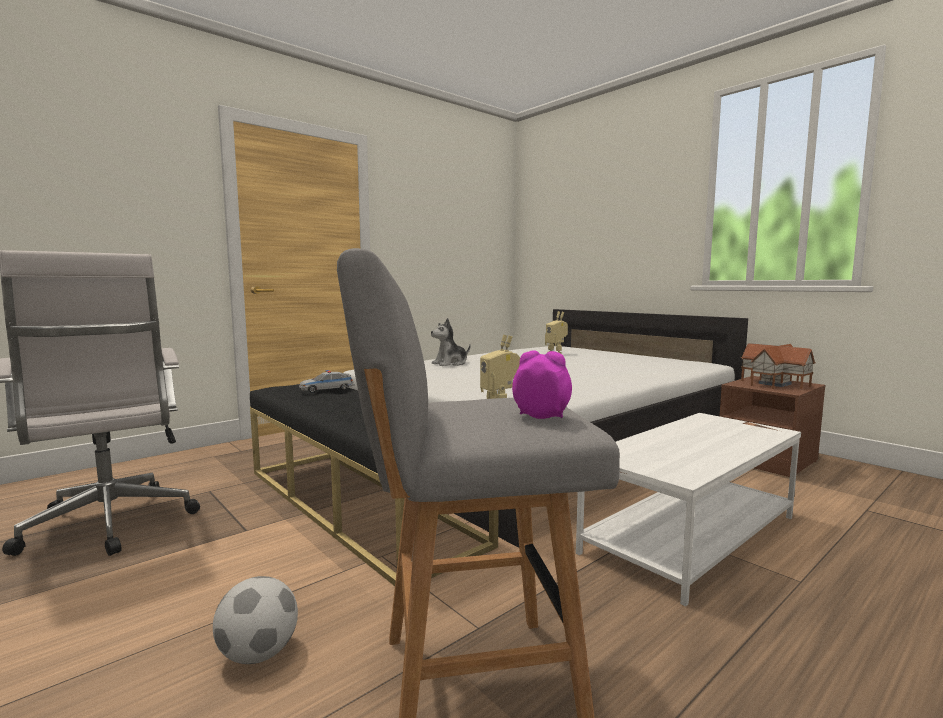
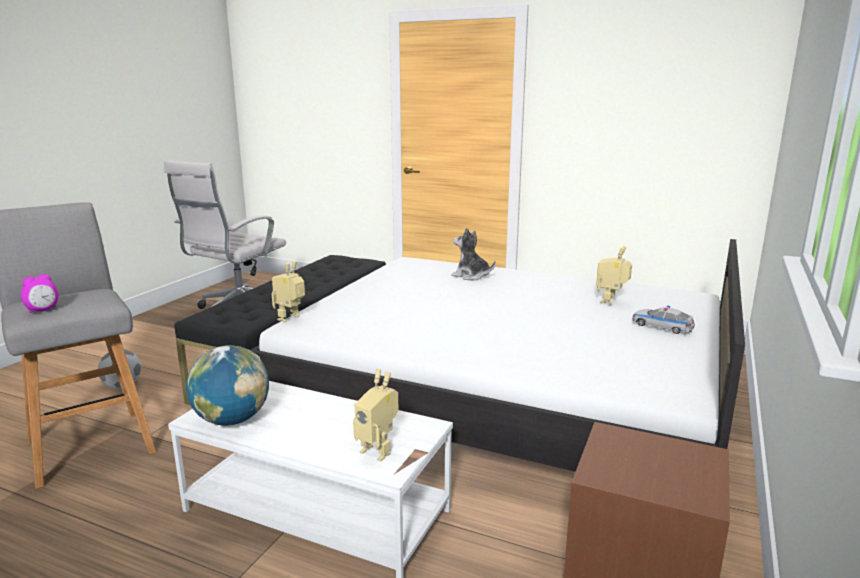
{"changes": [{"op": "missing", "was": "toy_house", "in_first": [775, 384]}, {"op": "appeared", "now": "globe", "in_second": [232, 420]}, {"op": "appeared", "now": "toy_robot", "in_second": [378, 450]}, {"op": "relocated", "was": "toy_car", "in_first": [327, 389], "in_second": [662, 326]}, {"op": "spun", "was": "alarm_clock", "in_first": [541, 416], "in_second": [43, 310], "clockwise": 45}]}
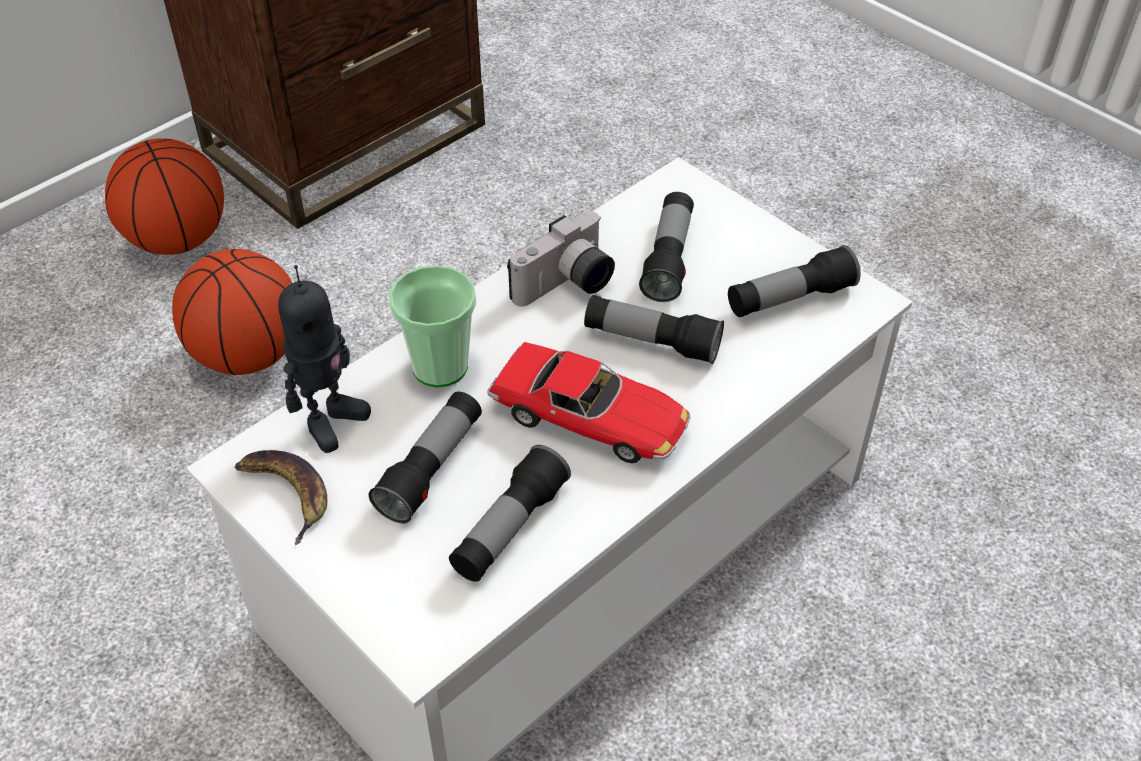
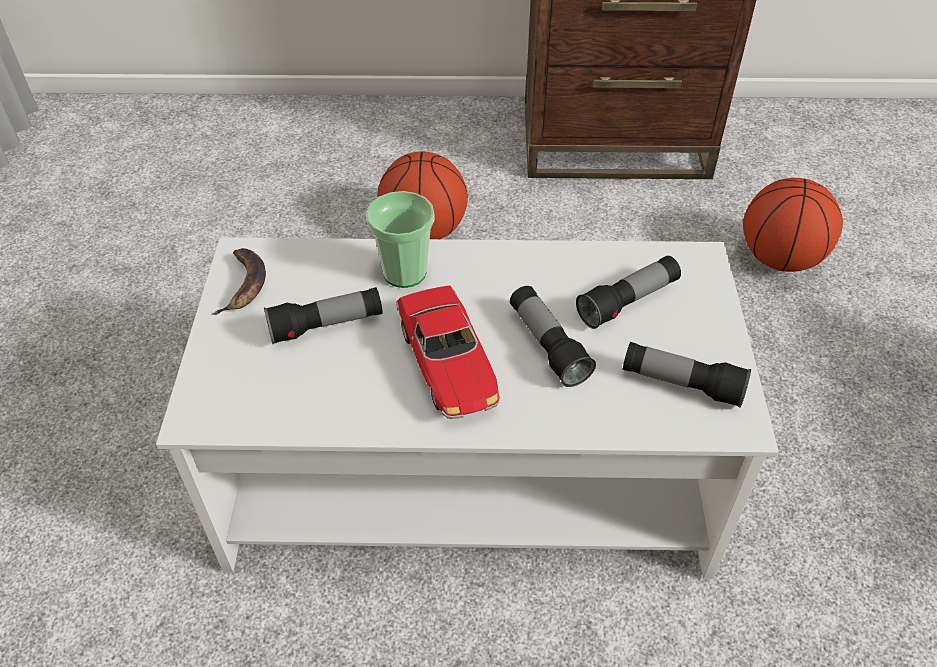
{"changes": [{"op": "missing", "was": "toy_robot", "in_first": [330, 421]}, {"op": "missing", "was": "flashlight", "in_first": [509, 528]}, {"op": "missing", "was": "photo_camera", "in_first": [567, 286]}, {"op": "relocated", "was": "basketball", "in_first": [177, 240], "in_second": [779, 259]}]}
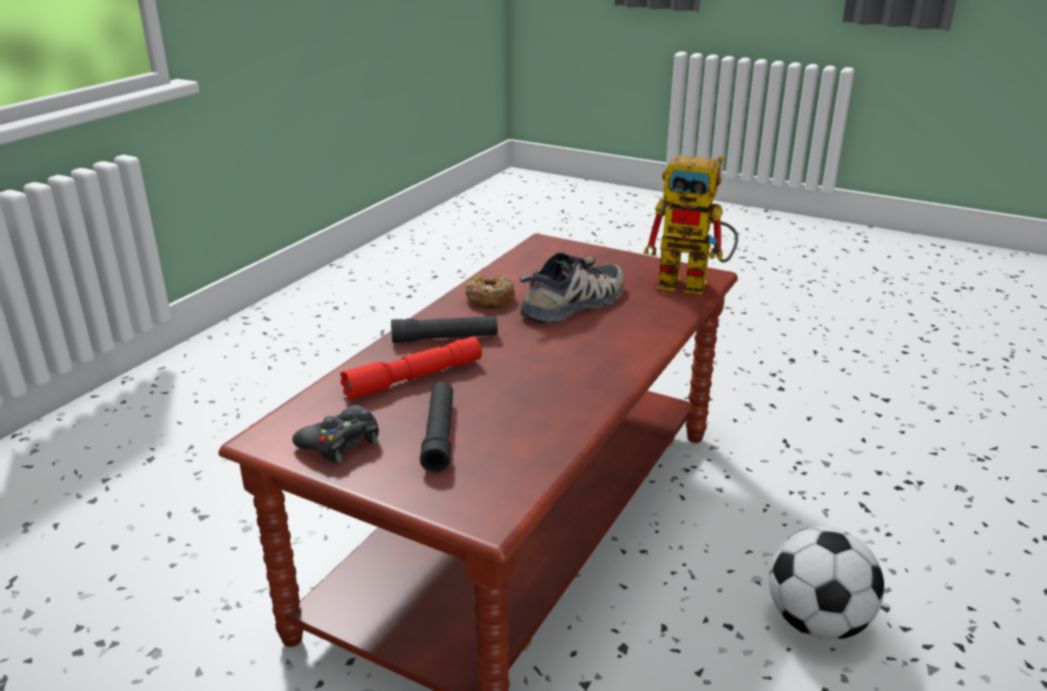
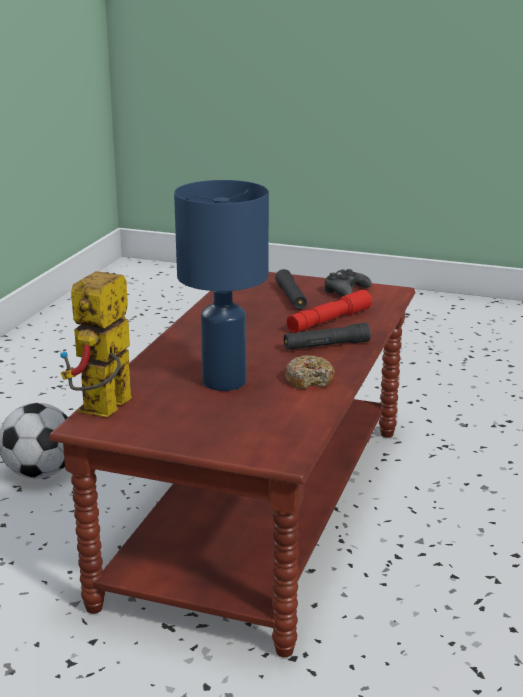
{"changes": [{"op": "exchanged", "was": "shoe", "now": "blue_table_lamp", "in_first": [575, 304], "in_second": [226, 381]}, {"op": "spun", "was": "toy_robot", "in_first": [694, 284], "in_second": [104, 411], "clockwise": -75}]}
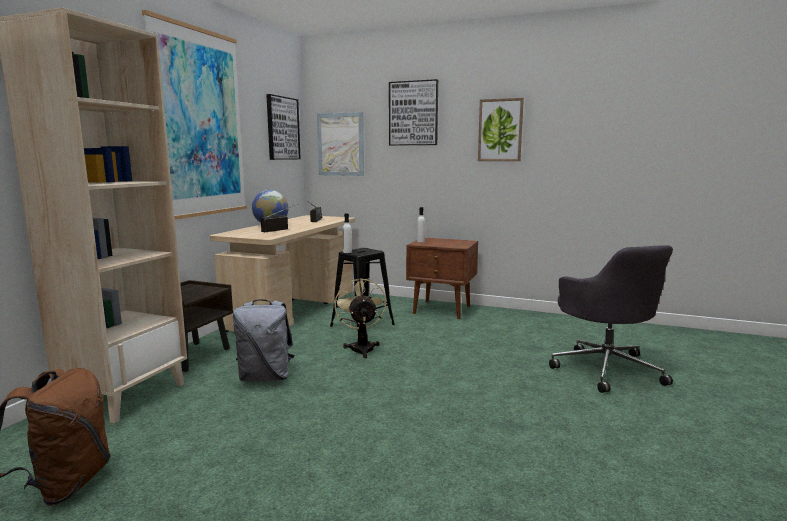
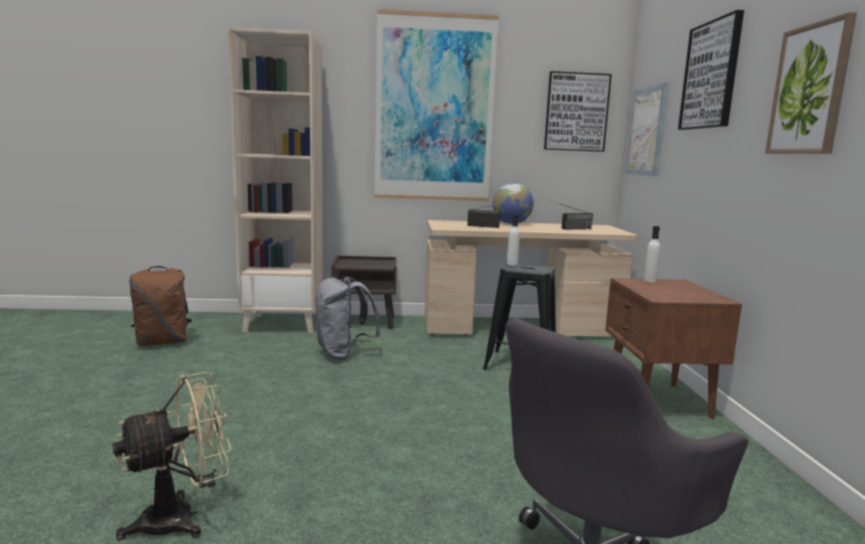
{"changes": [{"op": "relocated", "was": "beige_fan", "in_first": [361, 347], "in_second": [182, 518]}]}
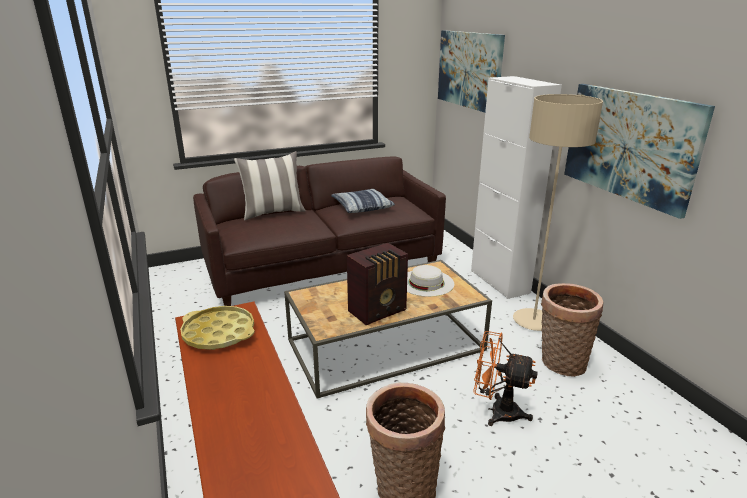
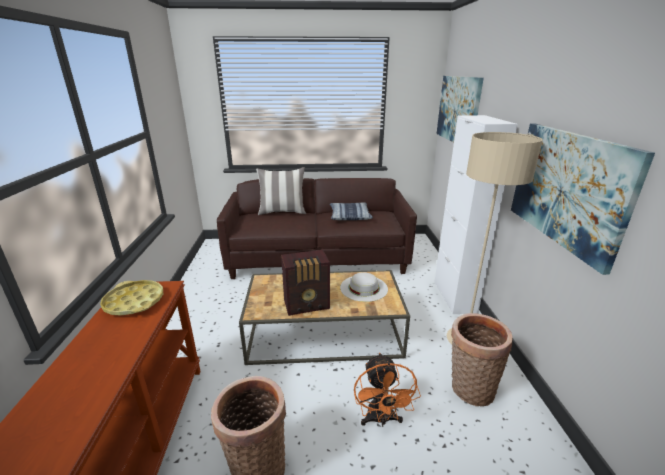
{"changes": [{"op": "spun", "was": "orange_fan", "in_first": [497, 411], "in_second": [381, 420], "clockwise": -135}]}
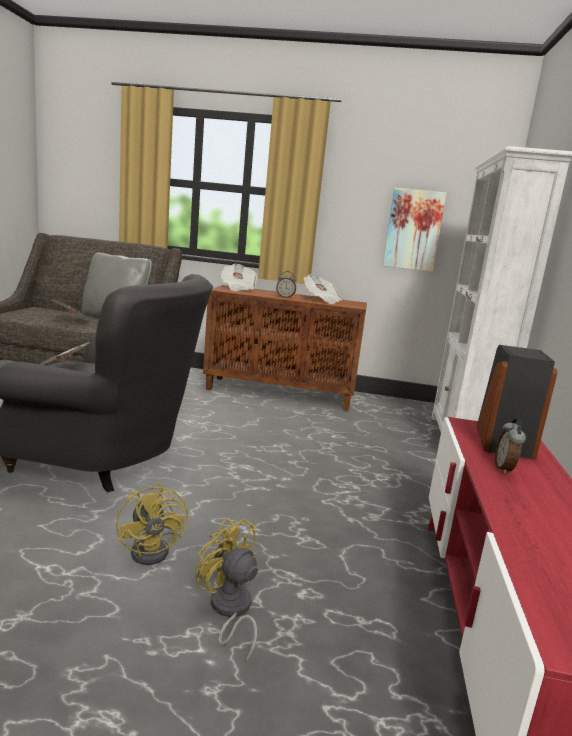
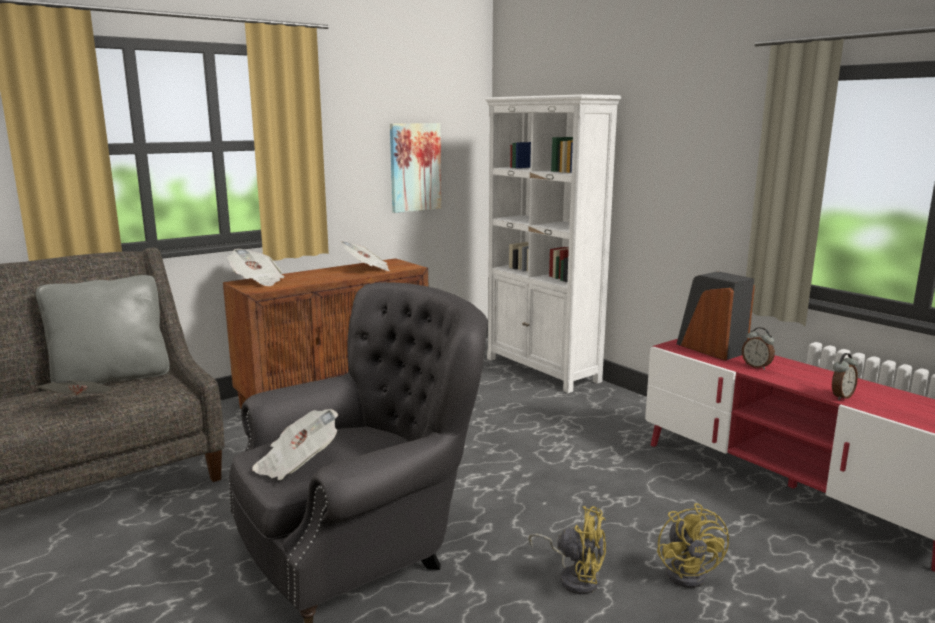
{"changes": [{"op": "relocated", "was": "alarm_clock", "in_first": [285, 297], "in_second": [841, 396]}, {"op": "spun", "was": "yellow_fan", "in_first": [229, 610], "in_second": [690, 572], "clockwise": -90}]}
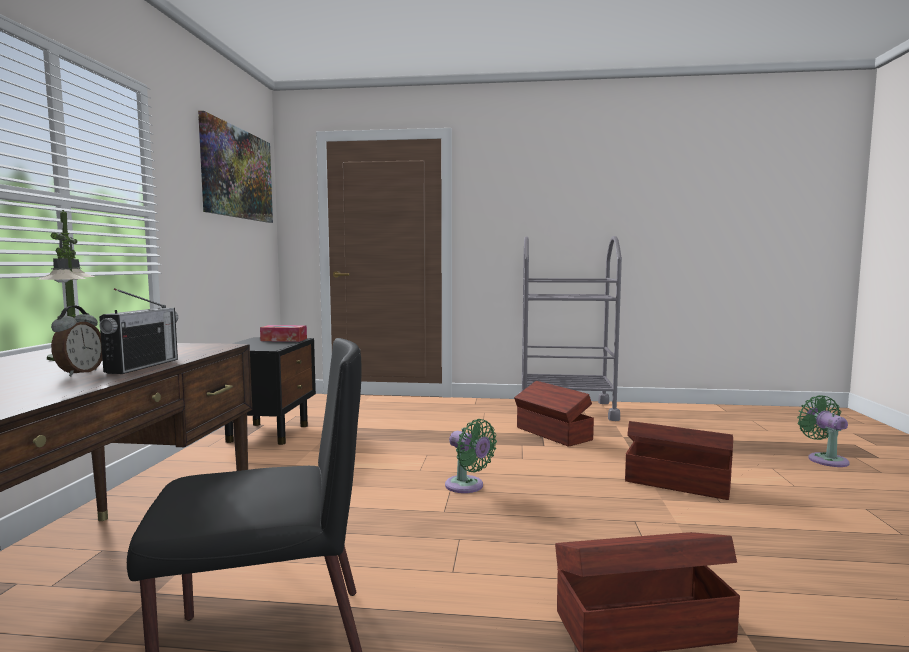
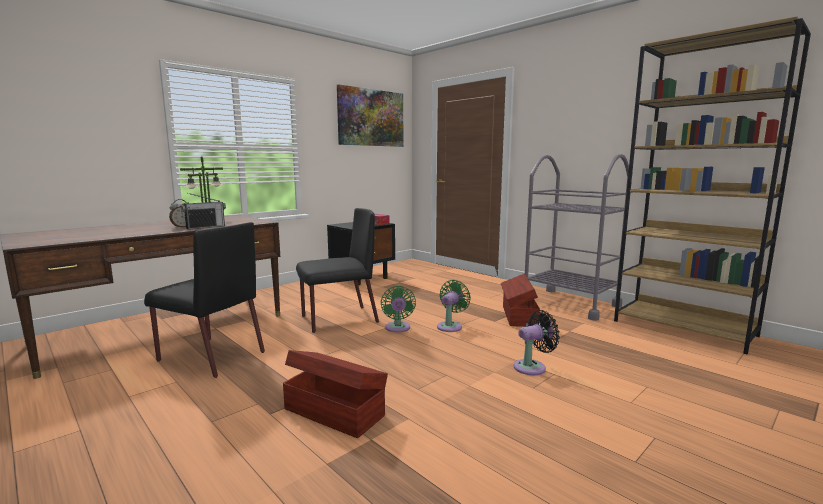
{"changes": [{"op": "appeared", "now": "black_chair", "in_second": [338, 319]}, {"op": "appeared", "now": "brown_bookcase", "in_second": [684, 328]}, {"op": "relocated", "was": "green_fan", "in_first": [825, 459], "in_second": [450, 326]}, {"op": "exchanged", "was": "brown_storage_box", "now": "black_fan", "in_first": [676, 482], "in_second": [532, 367]}]}
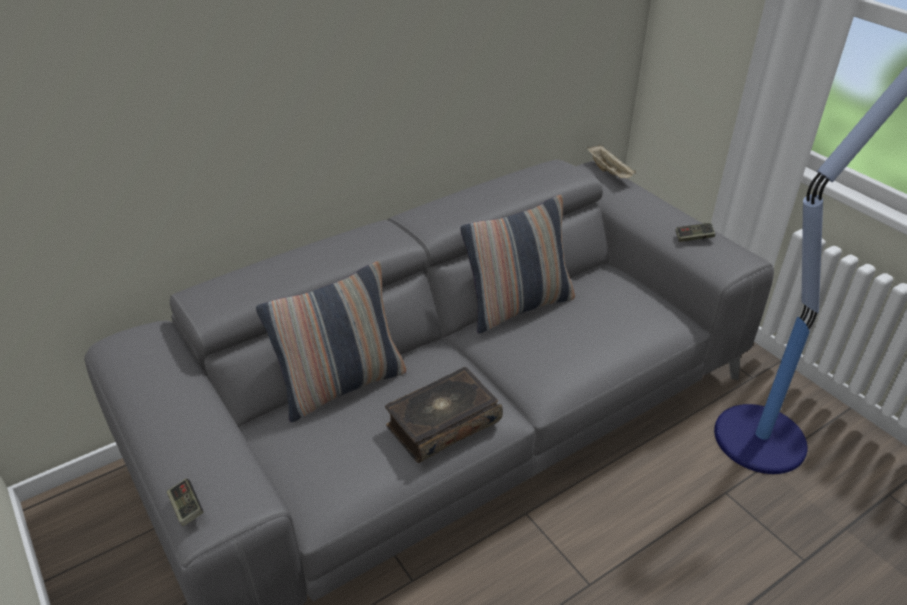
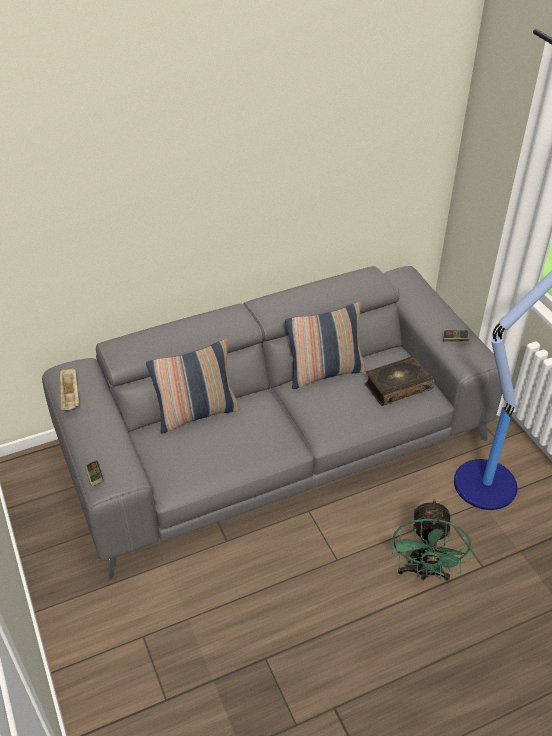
{"changes": [{"op": "appeared", "now": "green_fan", "in_second": [423, 572]}, {"op": "relocated", "was": "book", "in_first": [442, 423], "in_second": [397, 386]}, {"op": "relocated", "was": "beige_tray", "in_first": [609, 172], "in_second": [70, 396]}]}
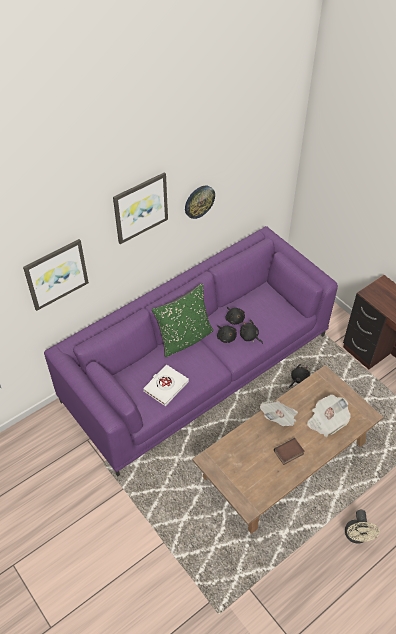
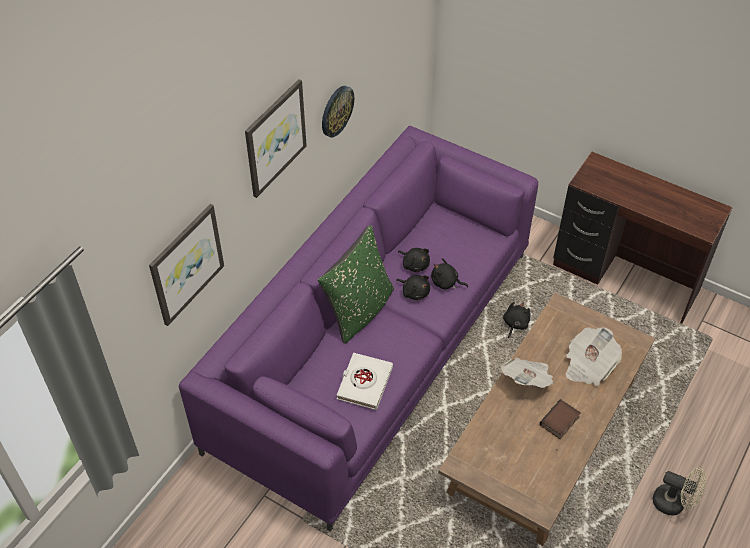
{"changes": [{"op": "spun", "was": "beige_fan", "in_first": [356, 536], "in_second": [674, 503], "clockwise": -45}]}
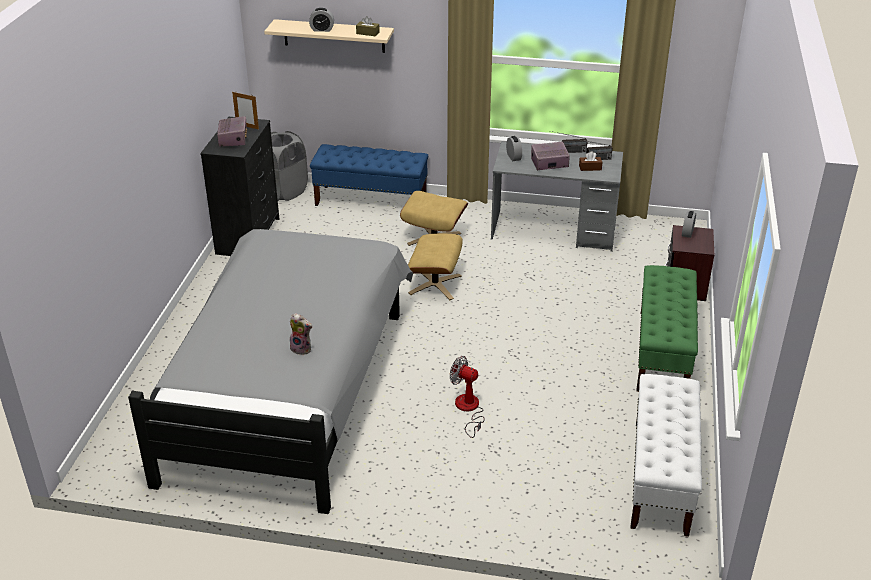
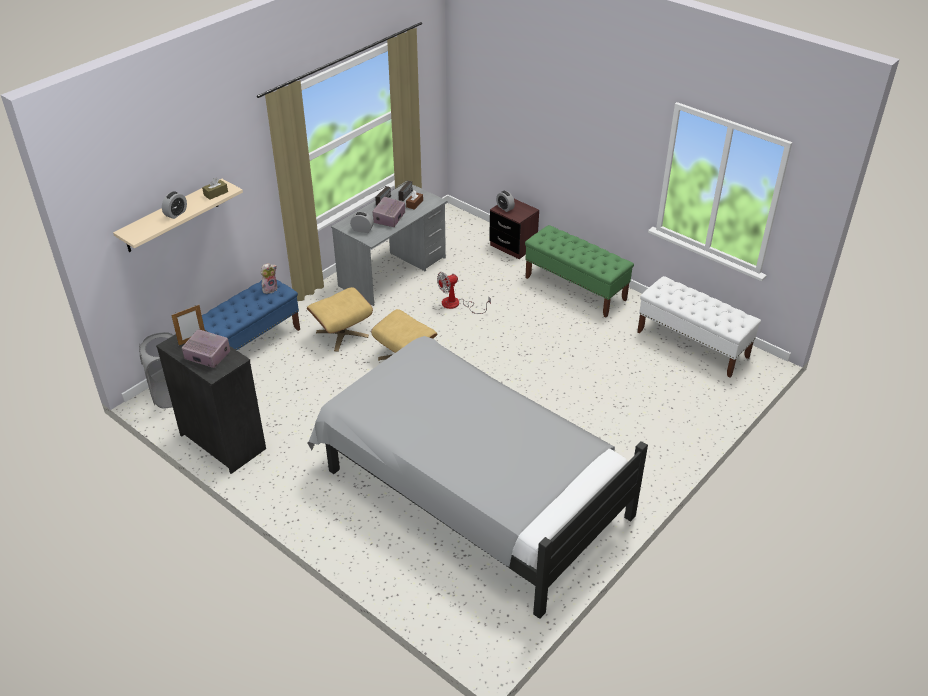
{"changes": [{"op": "relocated", "was": "plush_toy", "in_first": [302, 348], "in_second": [270, 289]}, {"op": "relocated", "was": "fan", "in_first": [468, 409], "in_second": [457, 305]}]}
